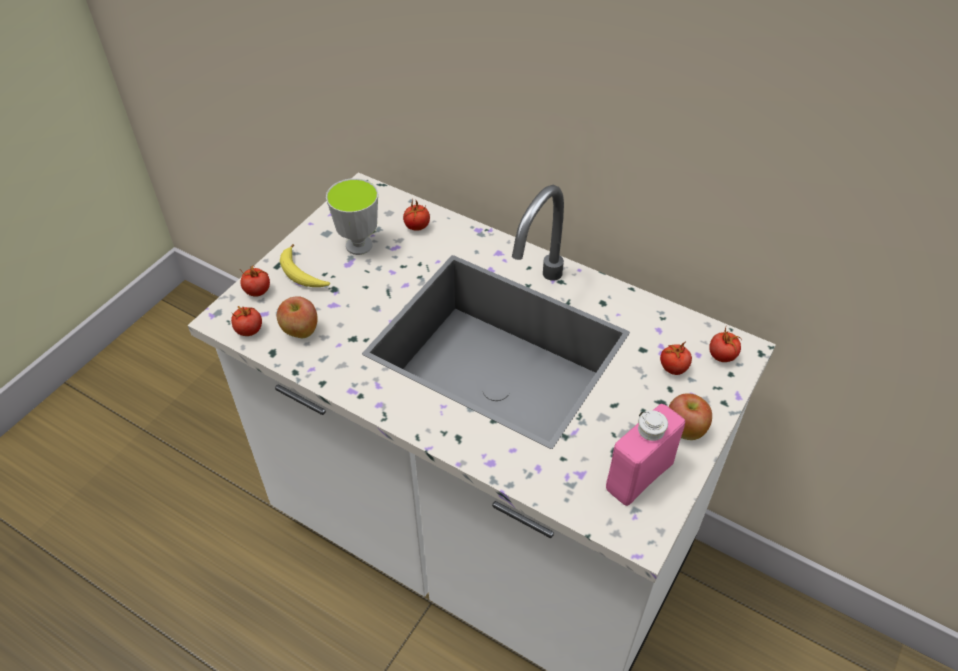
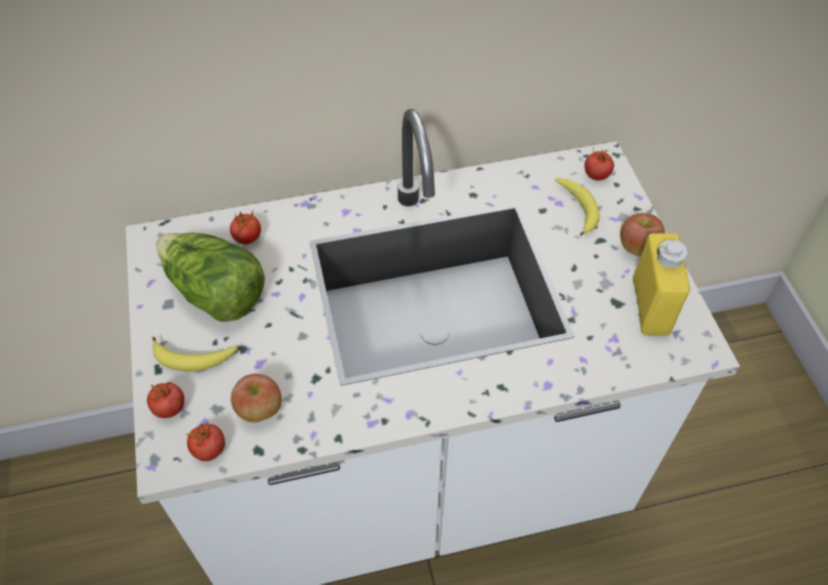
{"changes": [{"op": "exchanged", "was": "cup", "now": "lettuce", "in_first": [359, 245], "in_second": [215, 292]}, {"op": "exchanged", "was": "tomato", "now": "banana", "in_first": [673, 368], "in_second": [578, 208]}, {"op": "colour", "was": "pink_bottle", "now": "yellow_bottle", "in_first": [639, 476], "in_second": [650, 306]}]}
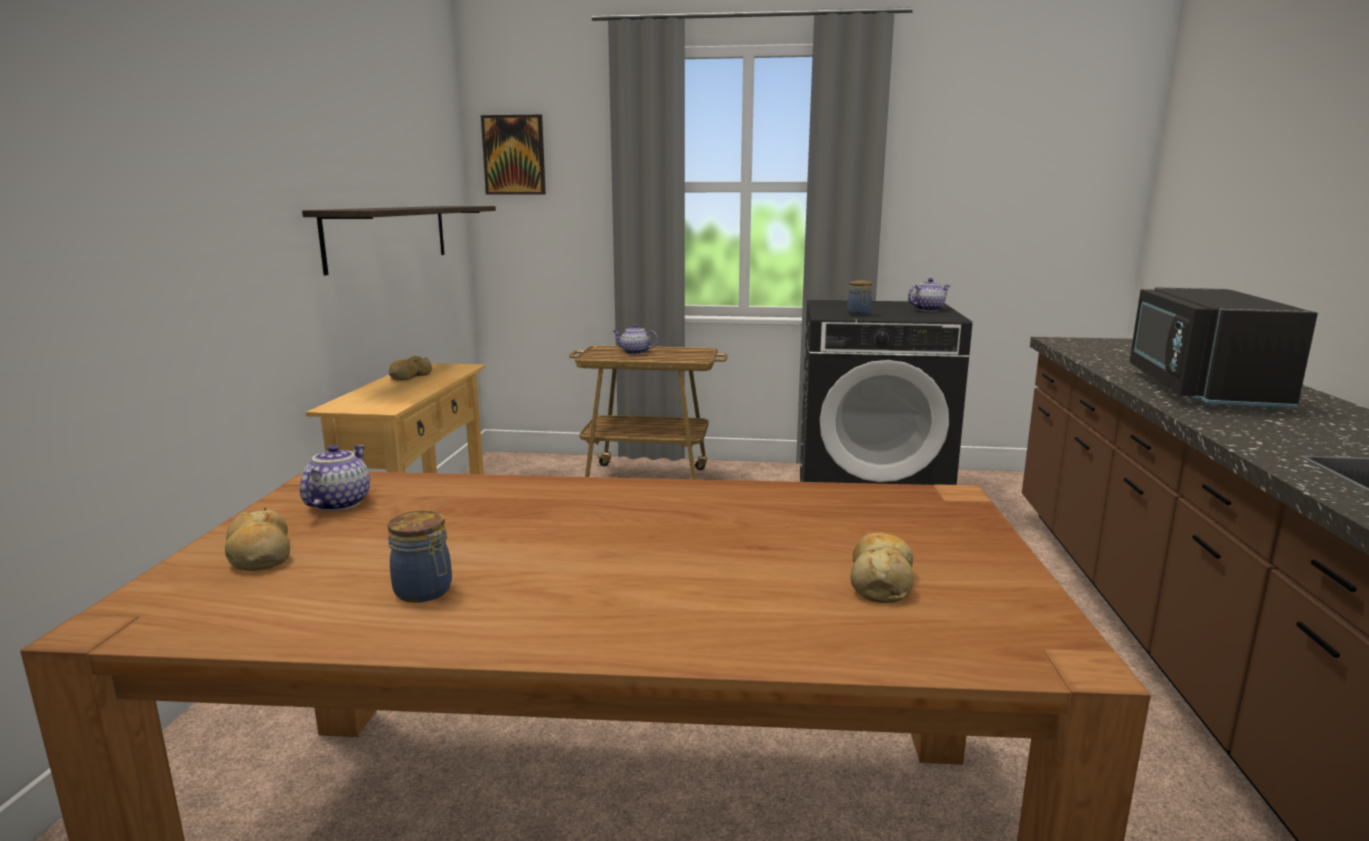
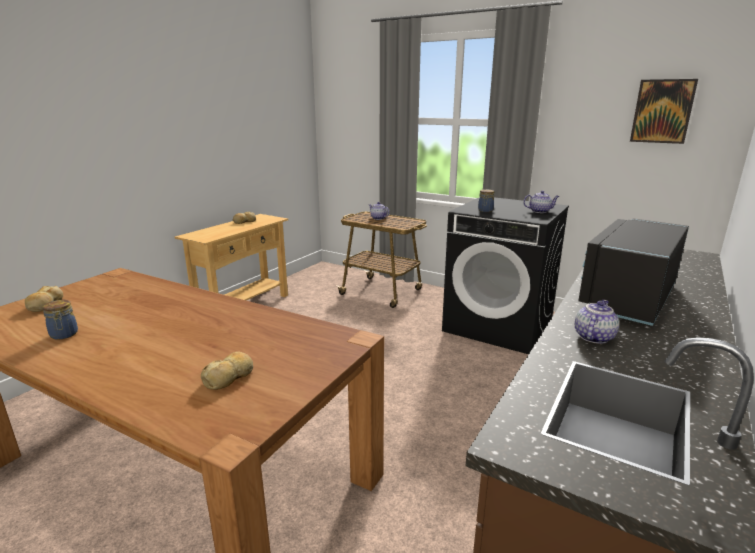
{"changes": [{"op": "missing", "was": "shelf", "in_first": [389, 235]}, {"op": "relocated", "was": "teapot", "in_first": [338, 503], "in_second": [592, 337]}, {"op": "relocated", "was": "picture", "in_first": [514, 155], "in_second": [662, 111]}]}
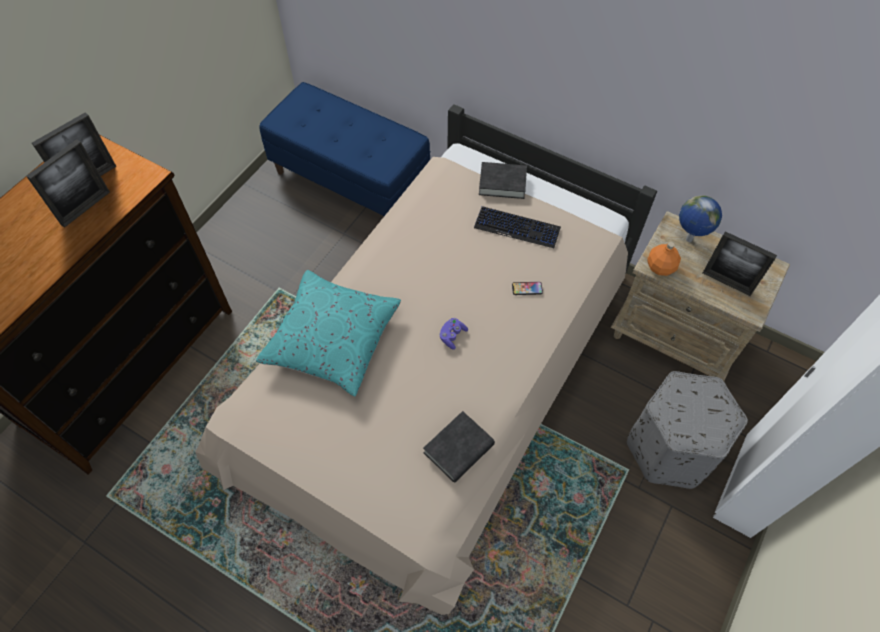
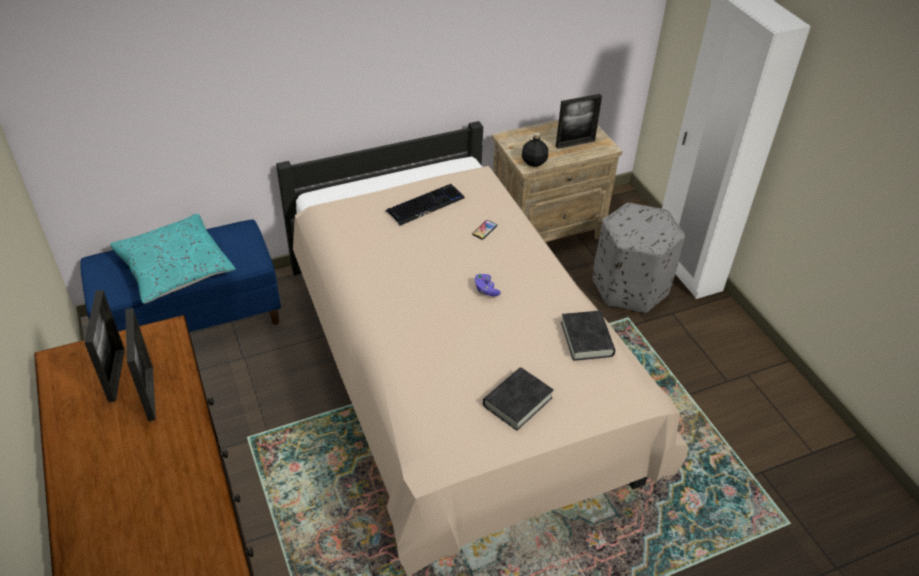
{"changes": [{"op": "missing", "was": "globe", "in_first": [688, 240]}, {"op": "relocated", "was": "turquoise_pillow", "in_first": [332, 340], "in_second": [175, 269]}, {"op": "relocated", "was": "black_book", "in_first": [502, 183], "in_second": [517, 401]}, {"op": "colour", "was": "orange_bottle", "now": "black_bottle", "in_first": [661, 267], "in_second": [534, 162]}]}
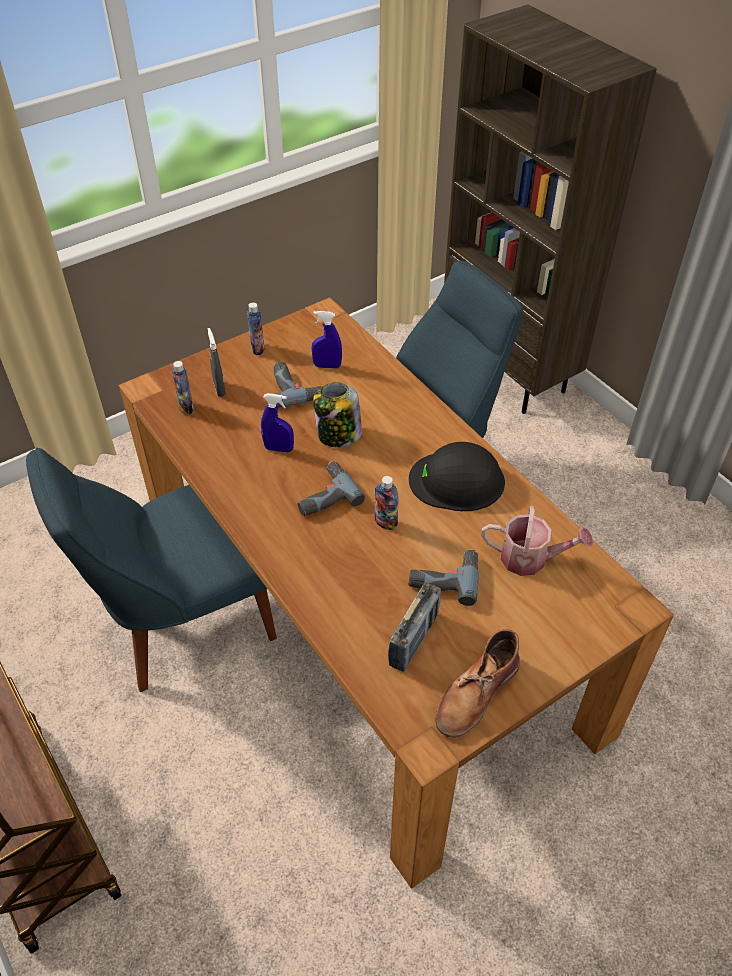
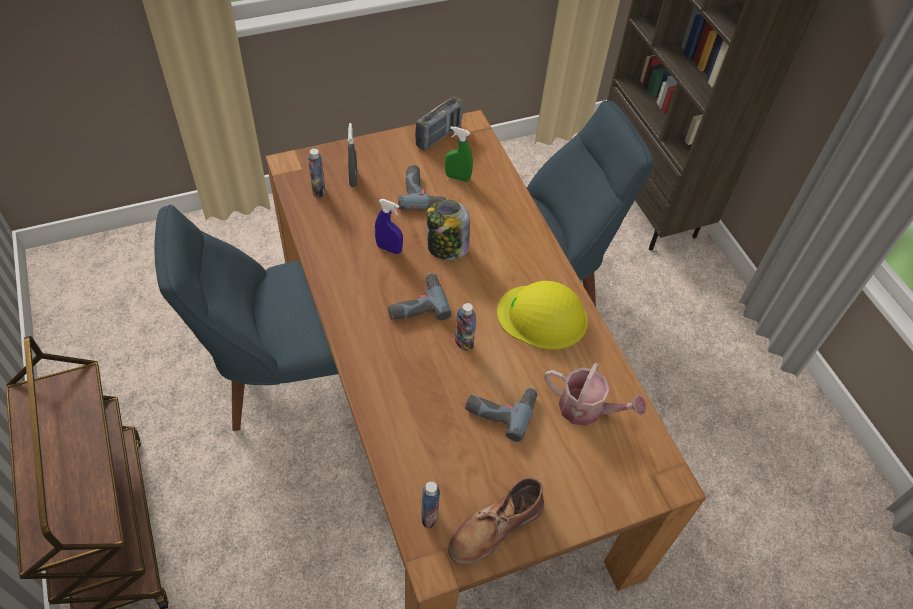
{"changes": [{"op": "relocated", "was": "bottle", "in_first": [258, 349], "in_second": [429, 515]}, {"op": "relocated", "was": "radio", "in_first": [414, 639], "in_second": [438, 136]}, {"op": "colour", "was": "blue_spray_bottle", "now": "green_spray_bottle", "in_first": [327, 366], "in_second": [457, 177]}, {"op": "colour", "was": "black_hard_hat", "now": "yellow_hard_hat", "in_first": [457, 480], "in_second": [543, 317]}]}
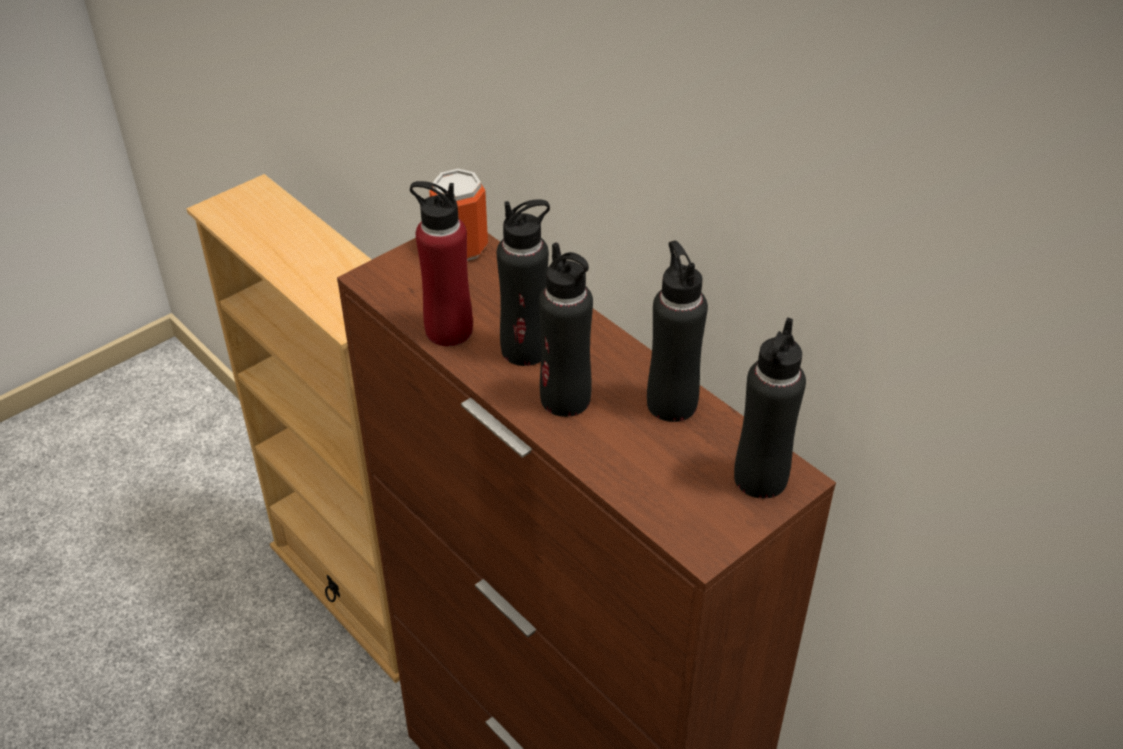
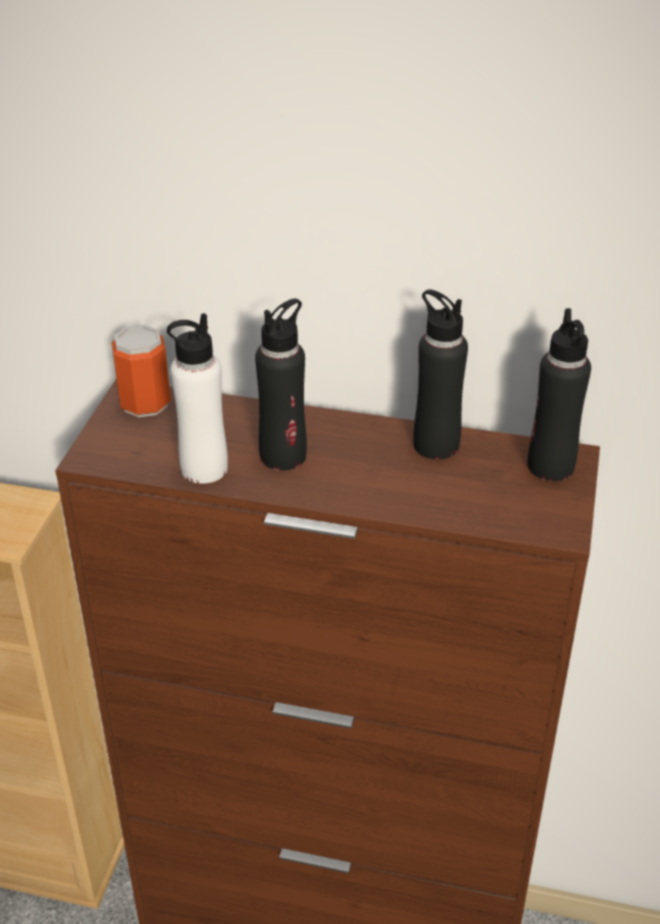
{"changes": [{"op": "missing", "was": "black_bottle", "in_first": [565, 399]}, {"op": "colour", "was": "red_bottle", "now": "white_bottle", "in_first": [448, 330], "in_second": [204, 468]}]}
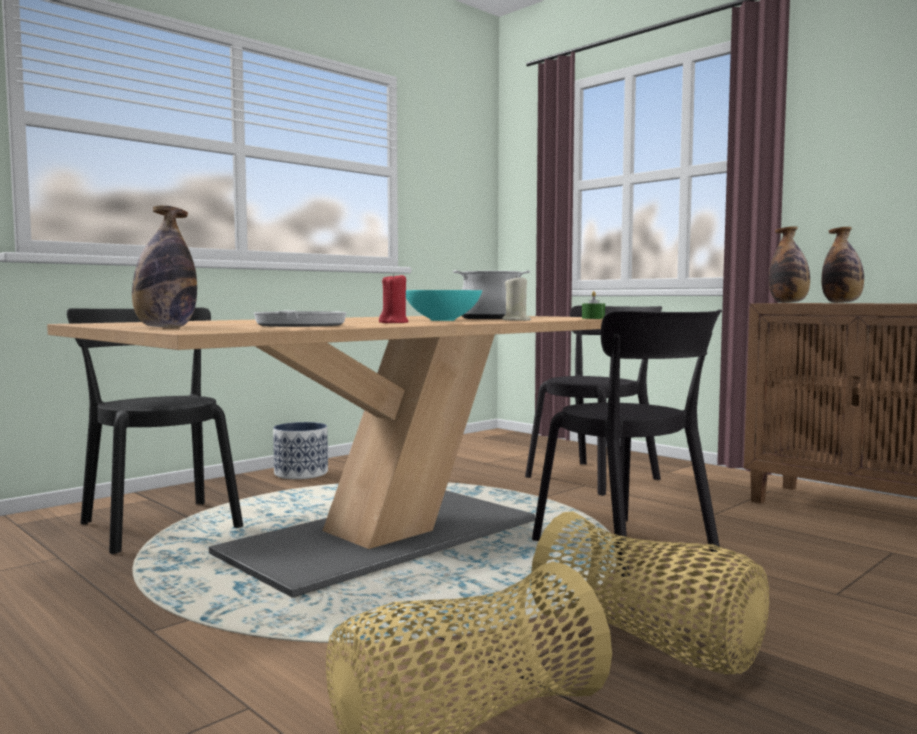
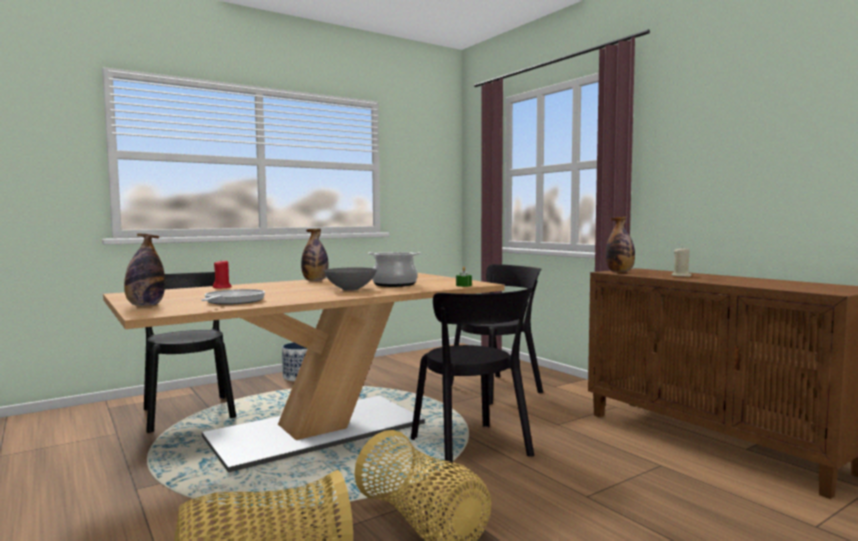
{"changes": [{"op": "relocated", "was": "red_candle", "in_first": [394, 323], "in_second": [222, 287]}, {"op": "relocated", "was": "beige_candle", "in_first": [516, 320], "in_second": [681, 276]}, {"op": "relocated", "was": "bottle", "in_first": [842, 302], "in_second": [315, 281]}, {"op": "colour", "was": "turquoise_bowl", "now": "grey_bowl", "in_first": [441, 320], "in_second": [350, 289]}]}
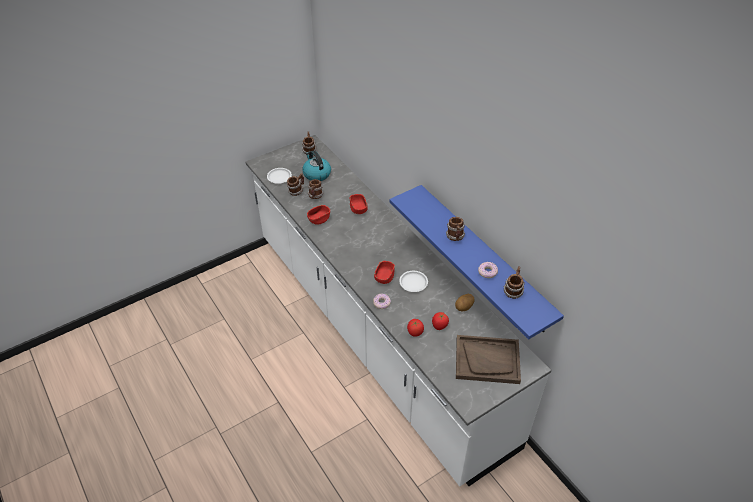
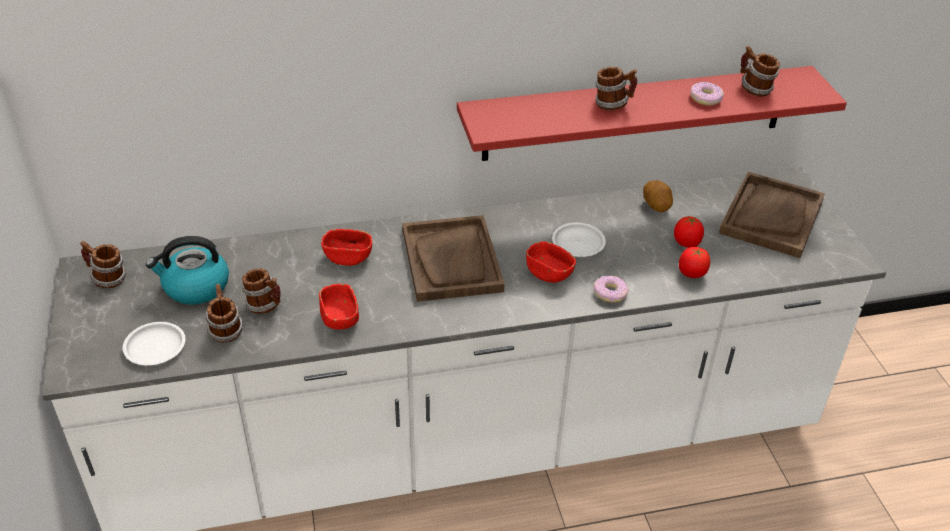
{"changes": [{"op": "appeared", "now": "brown_tray", "in_second": [452, 261]}, {"op": "colour", "was": "blue_shelf", "now": "red_shelf", "in_first": [483, 258], "in_second": [636, 113]}]}
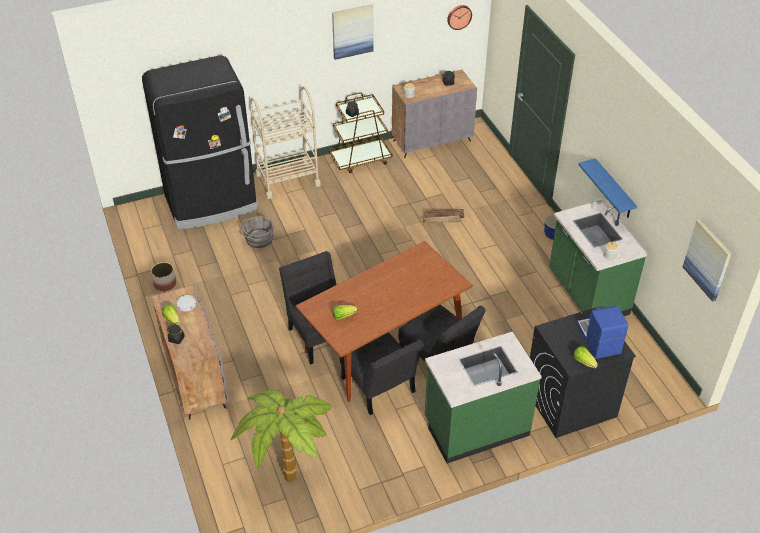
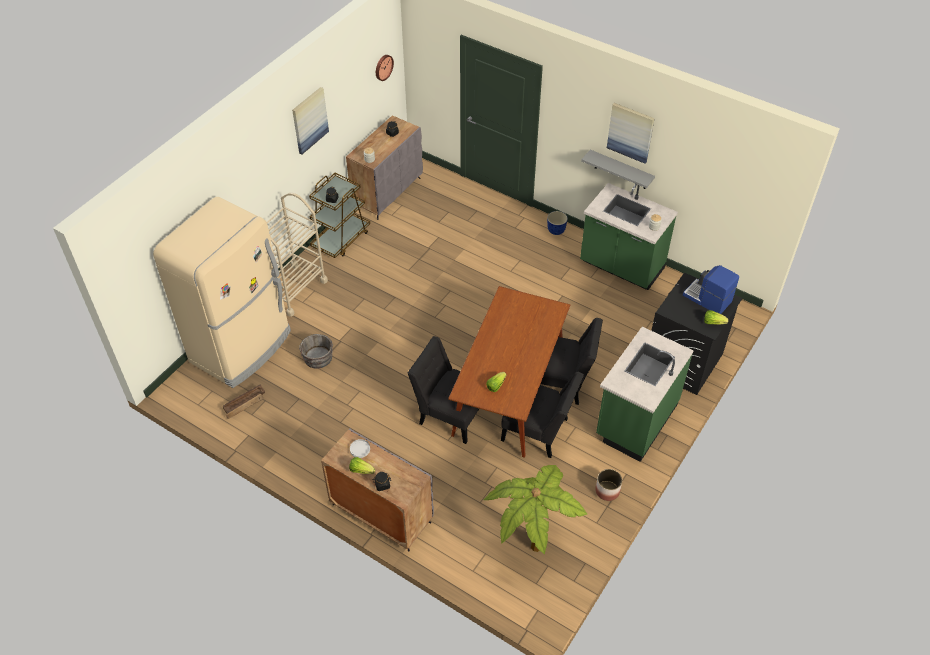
{"changes": [{"op": "relocated", "was": "planter", "in_first": [165, 284], "in_second": [607, 491]}, {"op": "relocated", "was": "crate", "in_first": [443, 219], "in_second": [245, 403]}, {"op": "relocated", "was": "picture", "in_first": [708, 260], "in_second": [630, 132]}, {"op": "colour", "was": "black_fridge", "now": "beige_fridge", "in_first": [212, 203], "in_second": [242, 347]}, {"op": "colour", "was": "blue_shelf", "now": "grey_shelf", "in_first": [613, 190], "in_second": [621, 170]}]}
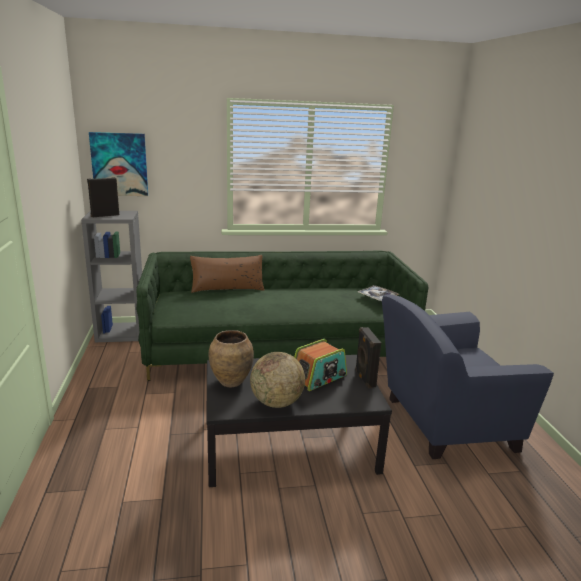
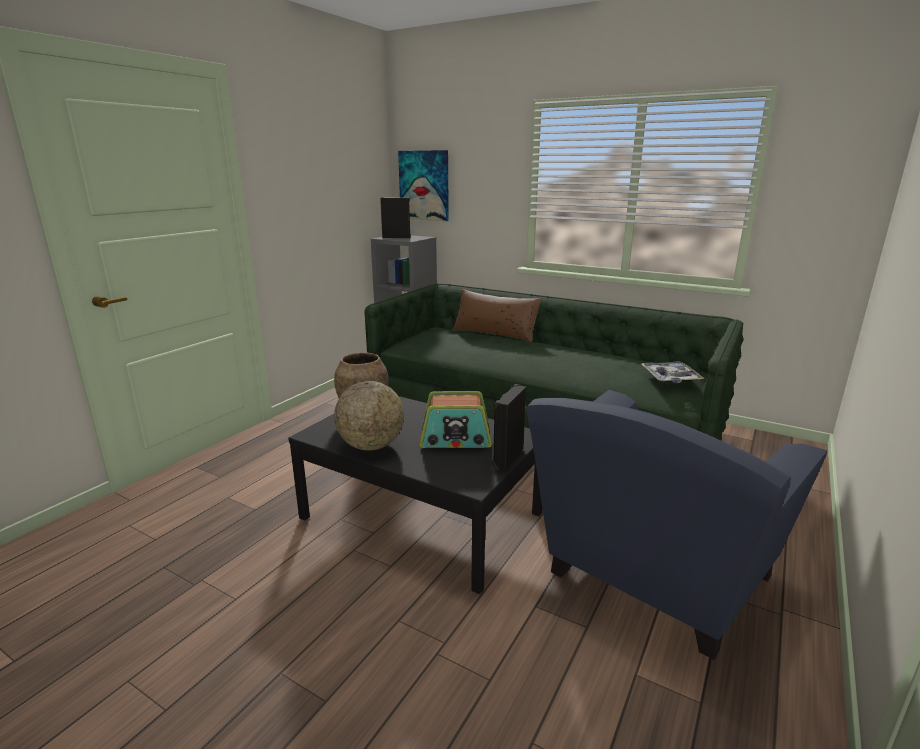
{"changes": [{"op": "spun", "was": "blue_armchair", "in_first": [442, 423], "in_second": [651, 578], "clockwise": -75}]}
